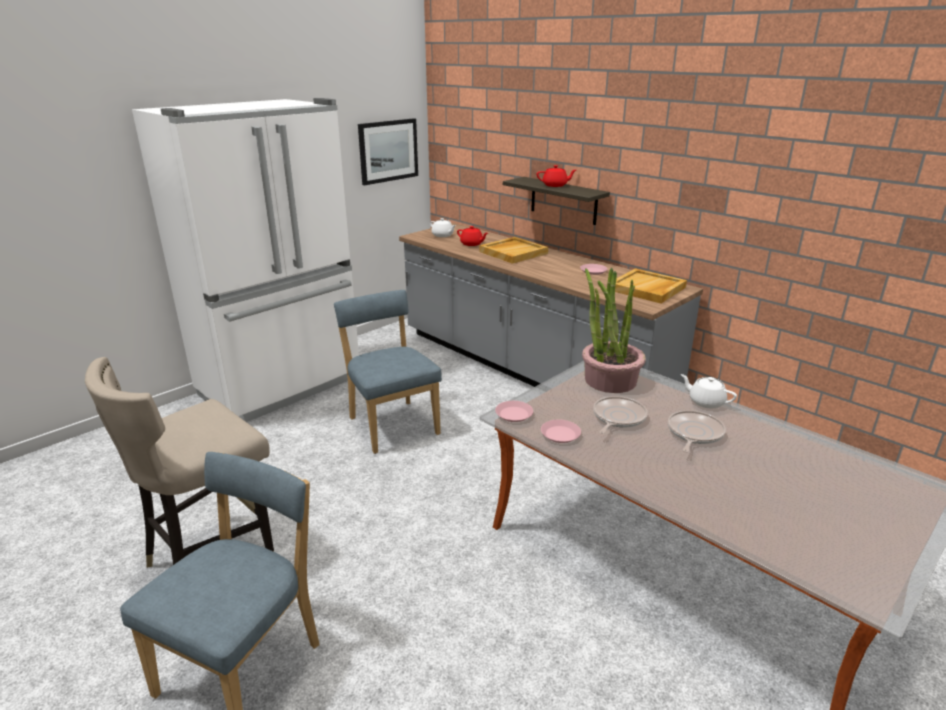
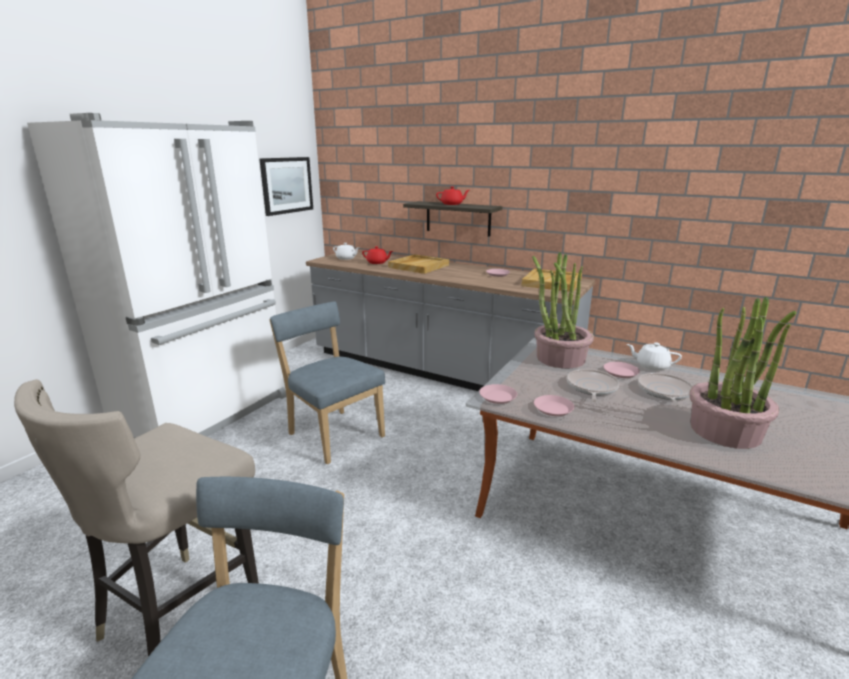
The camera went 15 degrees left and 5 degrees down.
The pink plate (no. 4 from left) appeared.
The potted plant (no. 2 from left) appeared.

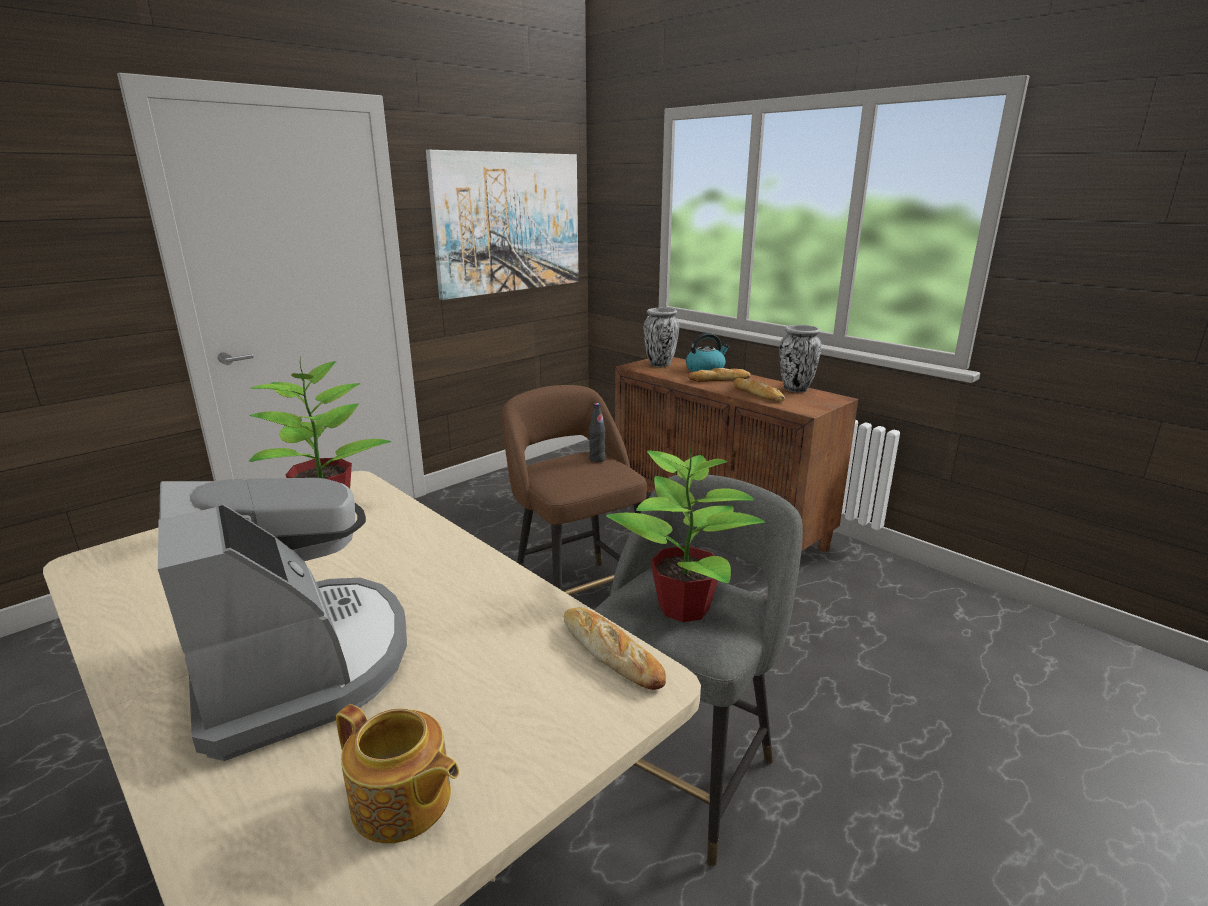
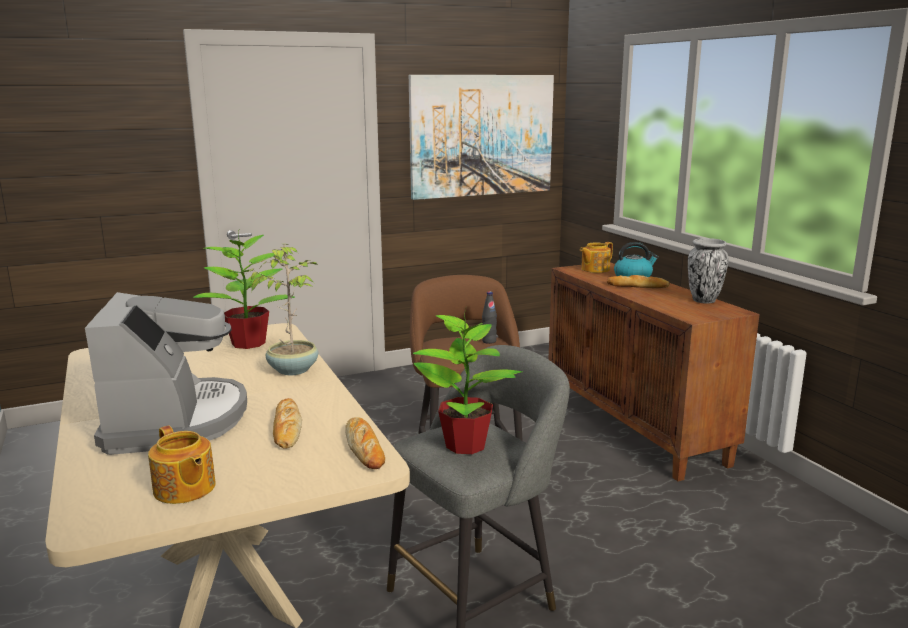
The camera went 20 degrees right and 5 degrees down.
The potted plant (no. 2 from left) appeared.
The bread (no. 3 from left in the first image) moved.
The vase (no. 1 from left) was replaced by the teapot (no. 2 from left).

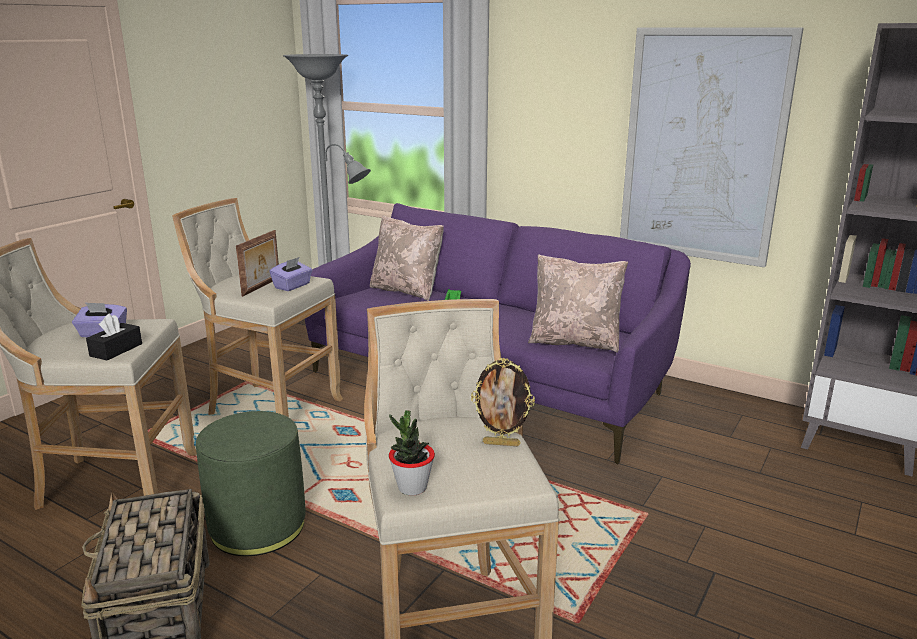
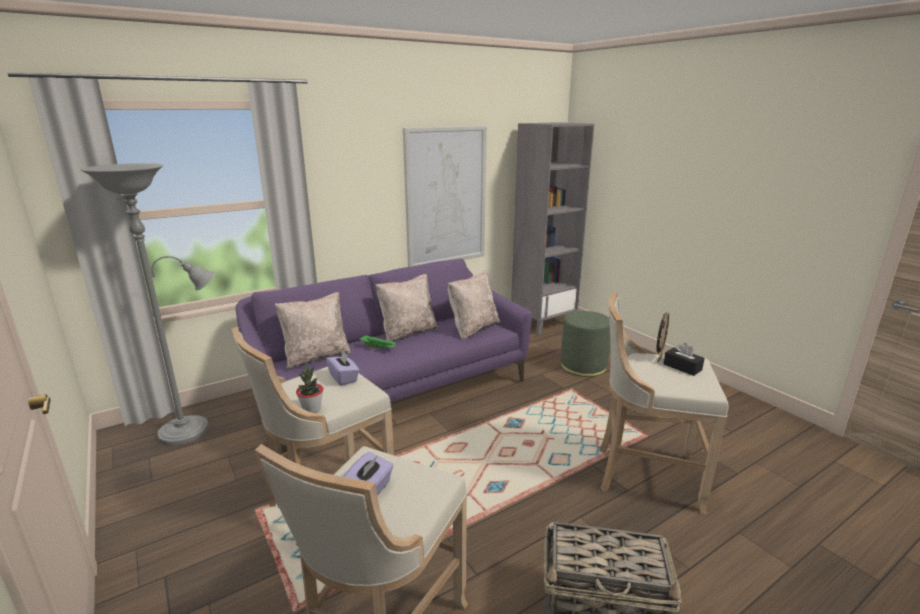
The camera went 65 degrees left and 0 degrees up.
The picture frame (no. 1 from left) disappeared.
The beige pillow (no. 2 from left) appeared.
The black tissue box moved.
The green ottoman moved.
The potted plant moved.

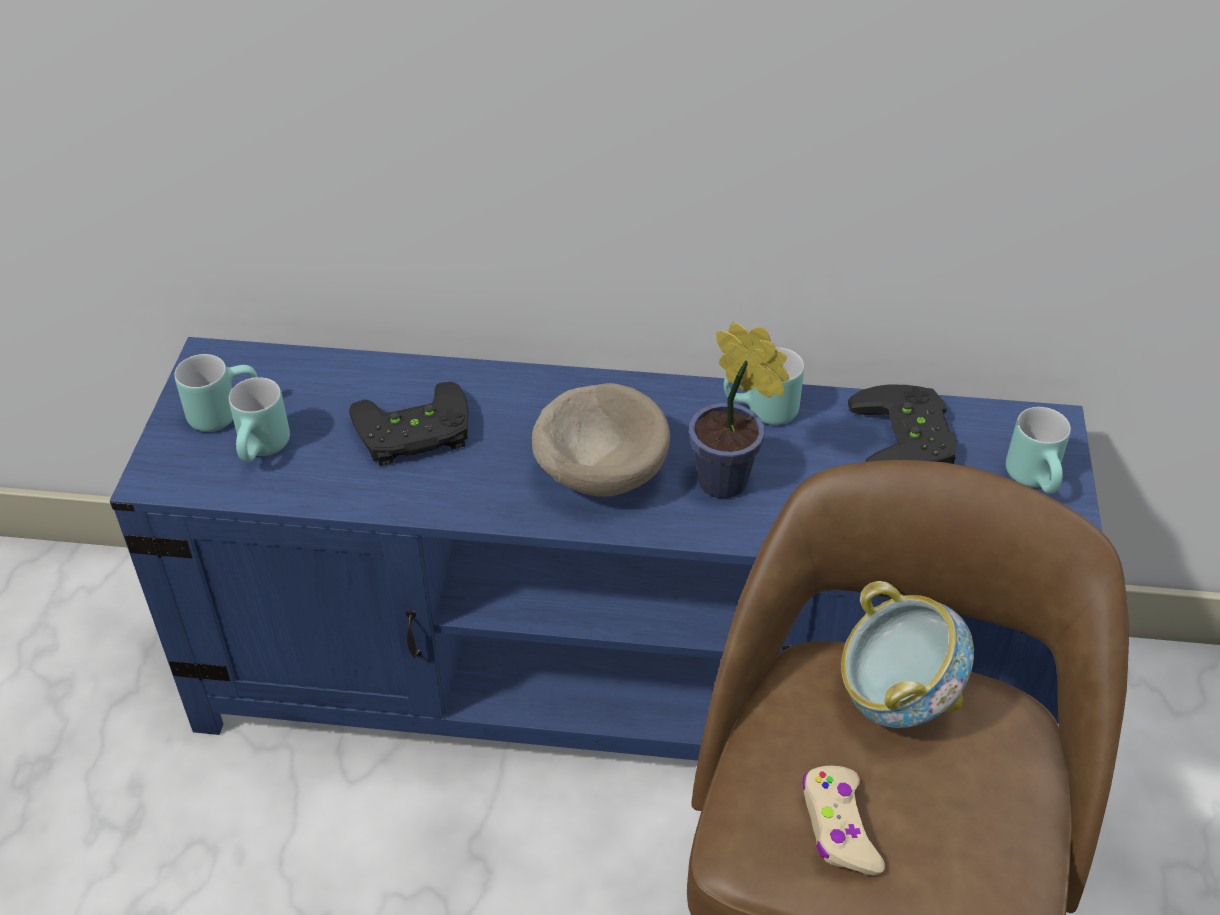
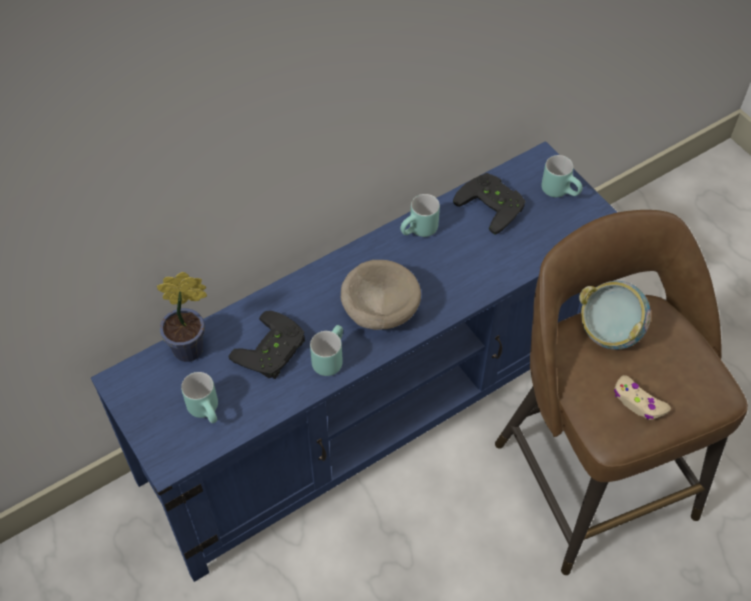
The camera went 40 degrees left and 10 degrees up.
The turquoise mug (no. 1 from left in the first image) moved.
The potted plant moved.

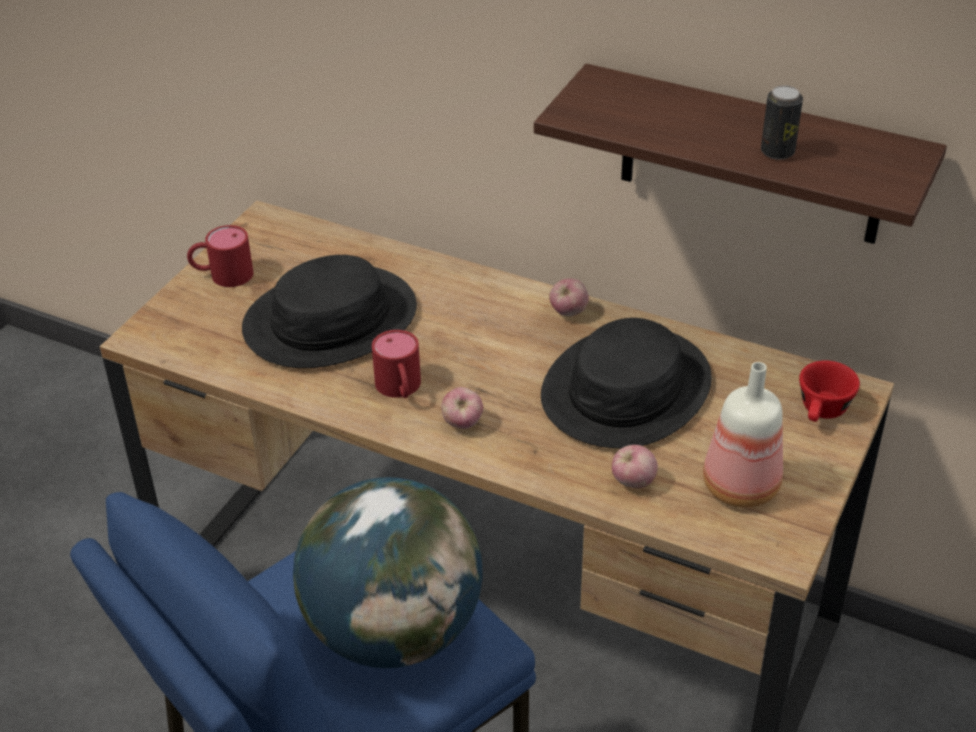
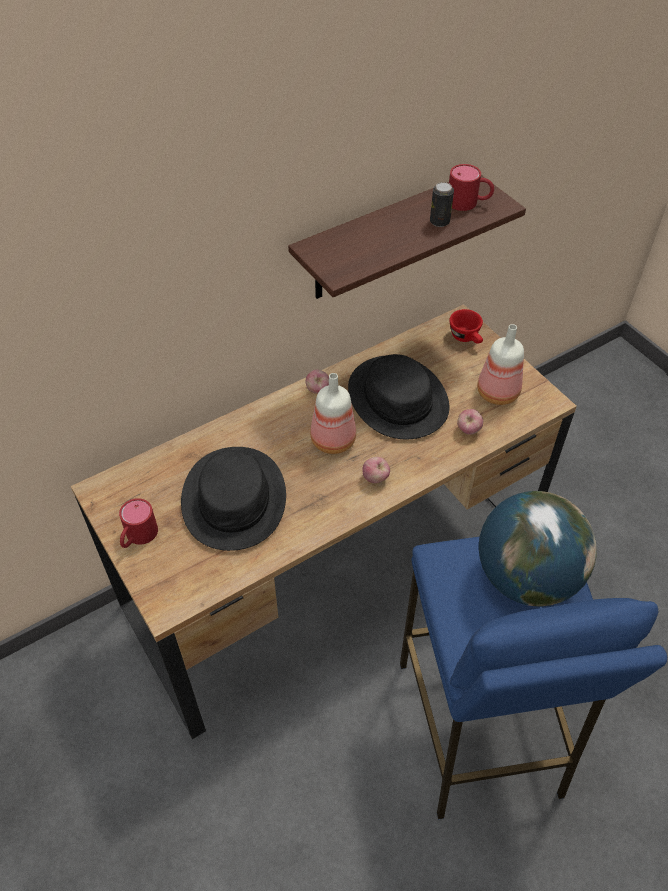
The camera went 60 degrees left and 10 degrees up.
The bottle (no. 1 from left) appeared.
The red mug (no. 2 from left) moved.

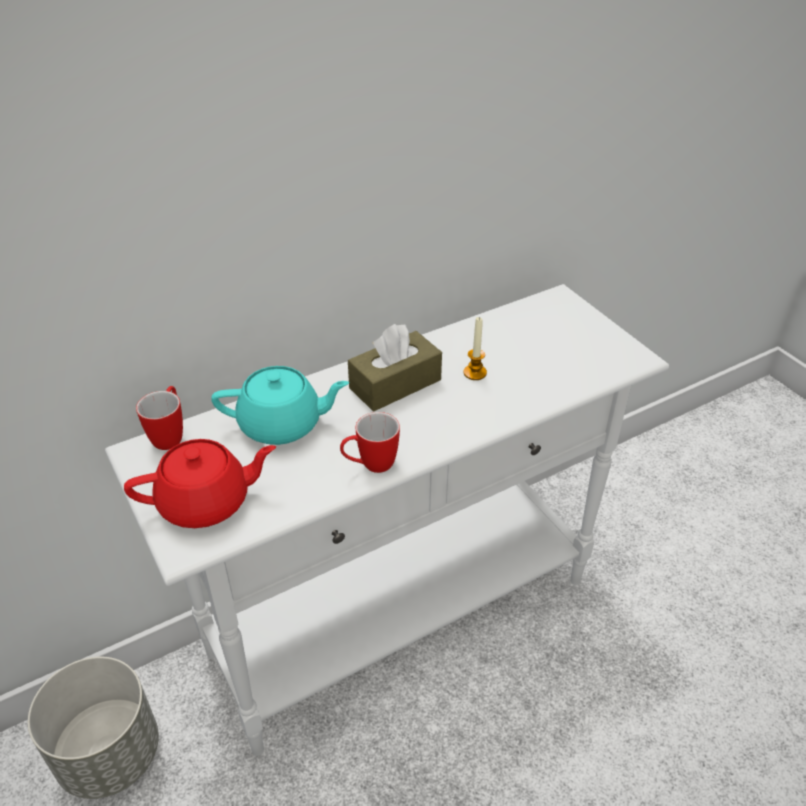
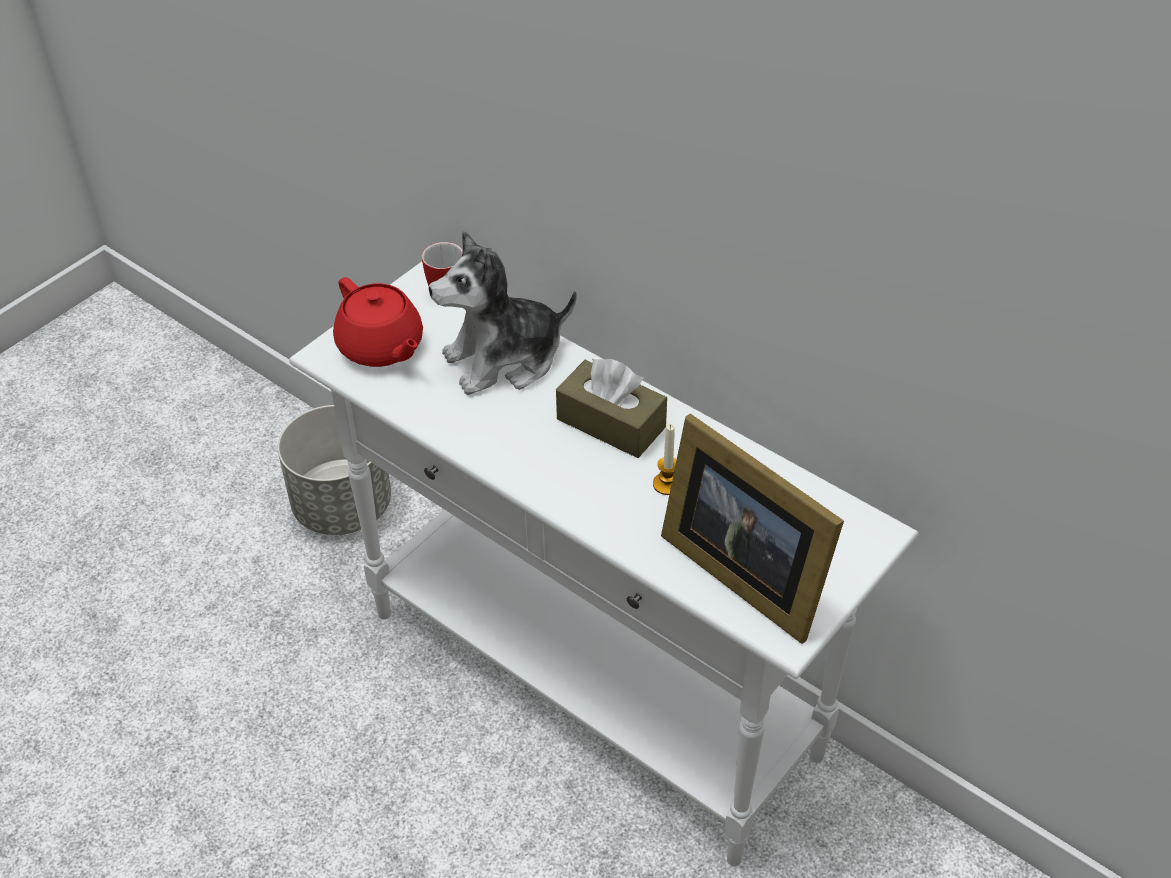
The camera went 70 degrees right and 5 degrees up.
The mug (no. 2 from left) disappeared.
The picture frame appeared.
The turquoise teapot was replaced by the plush toy.

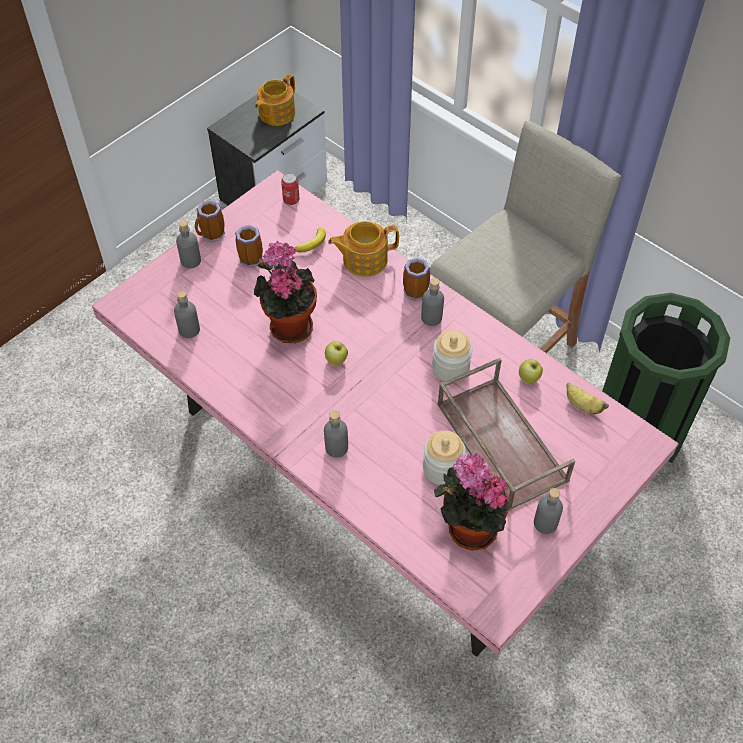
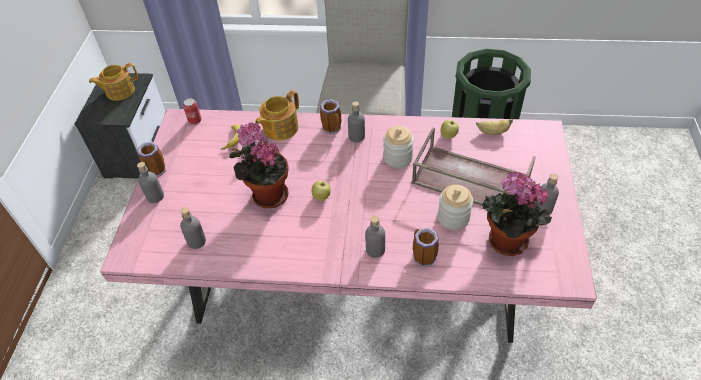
The camera went 35 degrees left and 5 degrees down.
The mug (no. 2 from left in the first image) moved.
The teapot (no. 1 from left) turned 60 degrees clockwise.

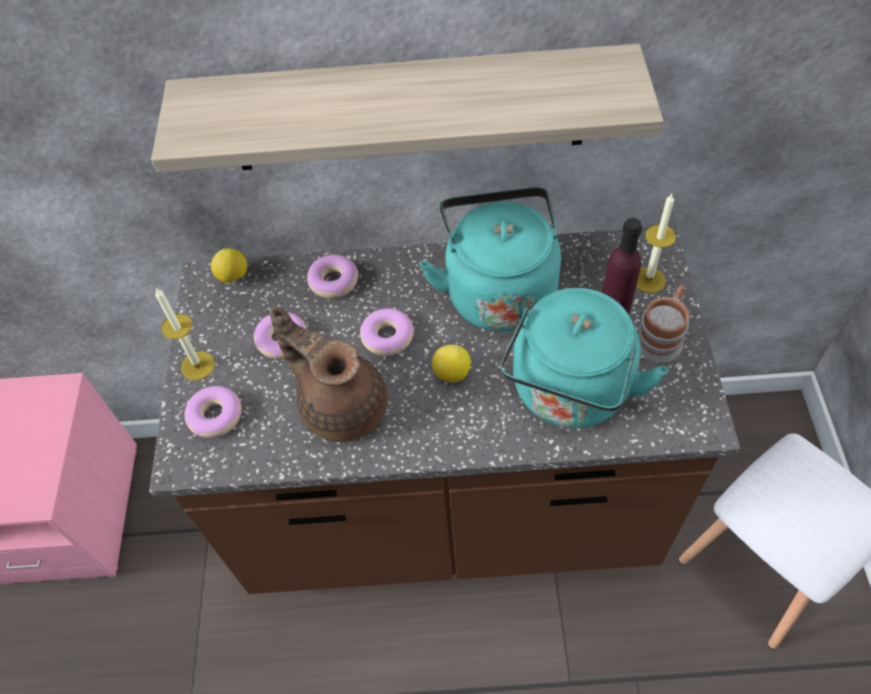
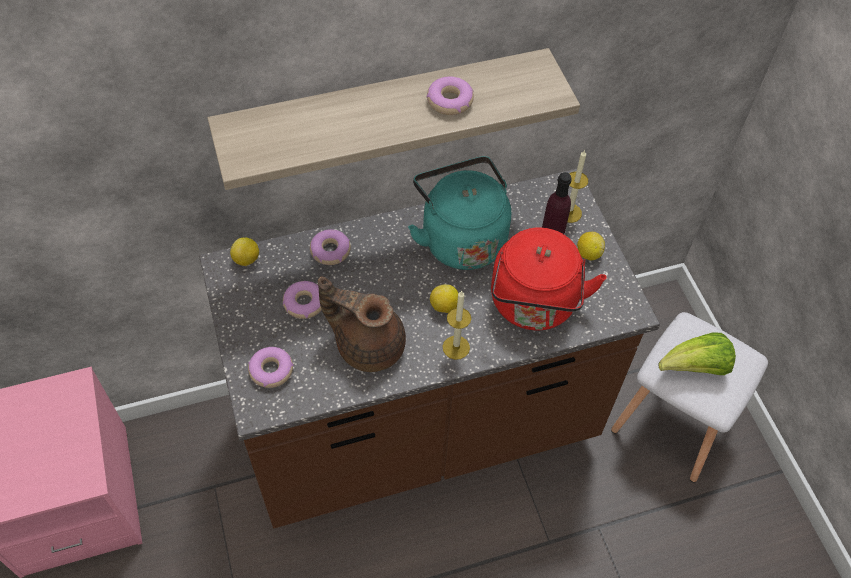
The camera went 20 degrees left and 0 degrees up.
The lettuce appeared.
The candle (no. 1 from left) moved.
The donut (no. 4 from left) moved.
The mug was replaced by the lemon (no. 3 from left).
The turquoise kettle (no. 2 from left) became the red kettle.

